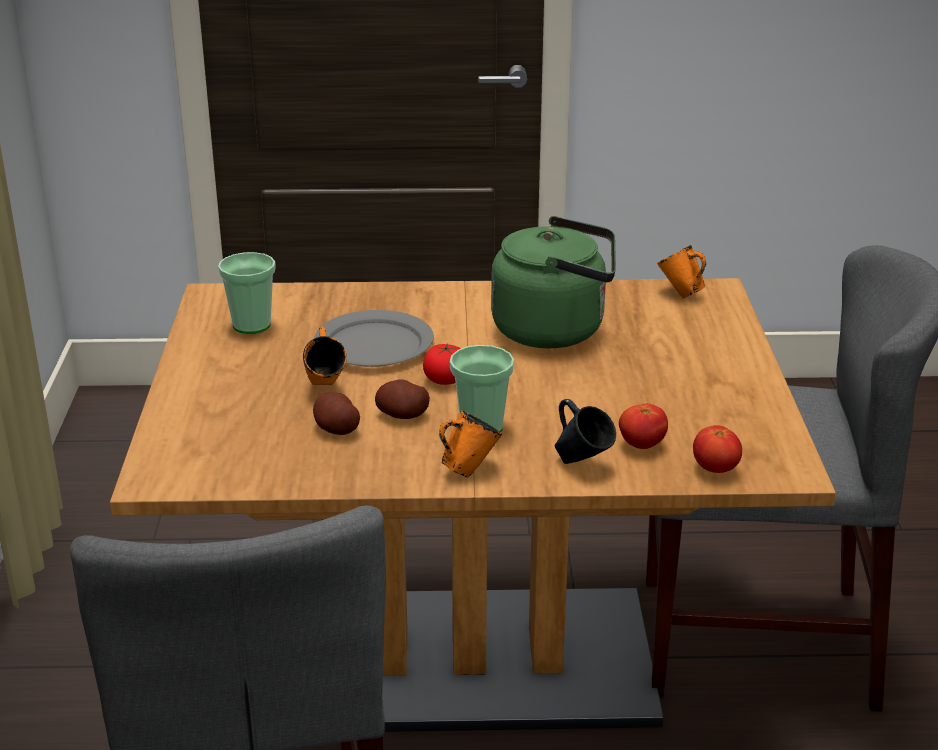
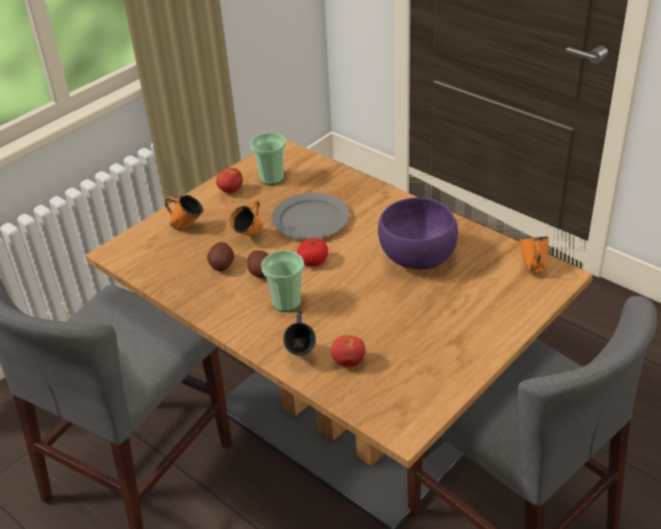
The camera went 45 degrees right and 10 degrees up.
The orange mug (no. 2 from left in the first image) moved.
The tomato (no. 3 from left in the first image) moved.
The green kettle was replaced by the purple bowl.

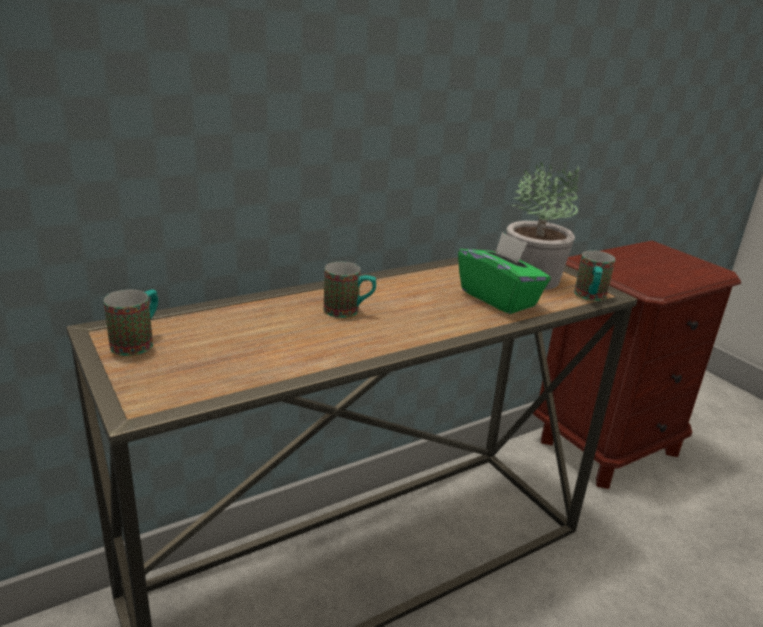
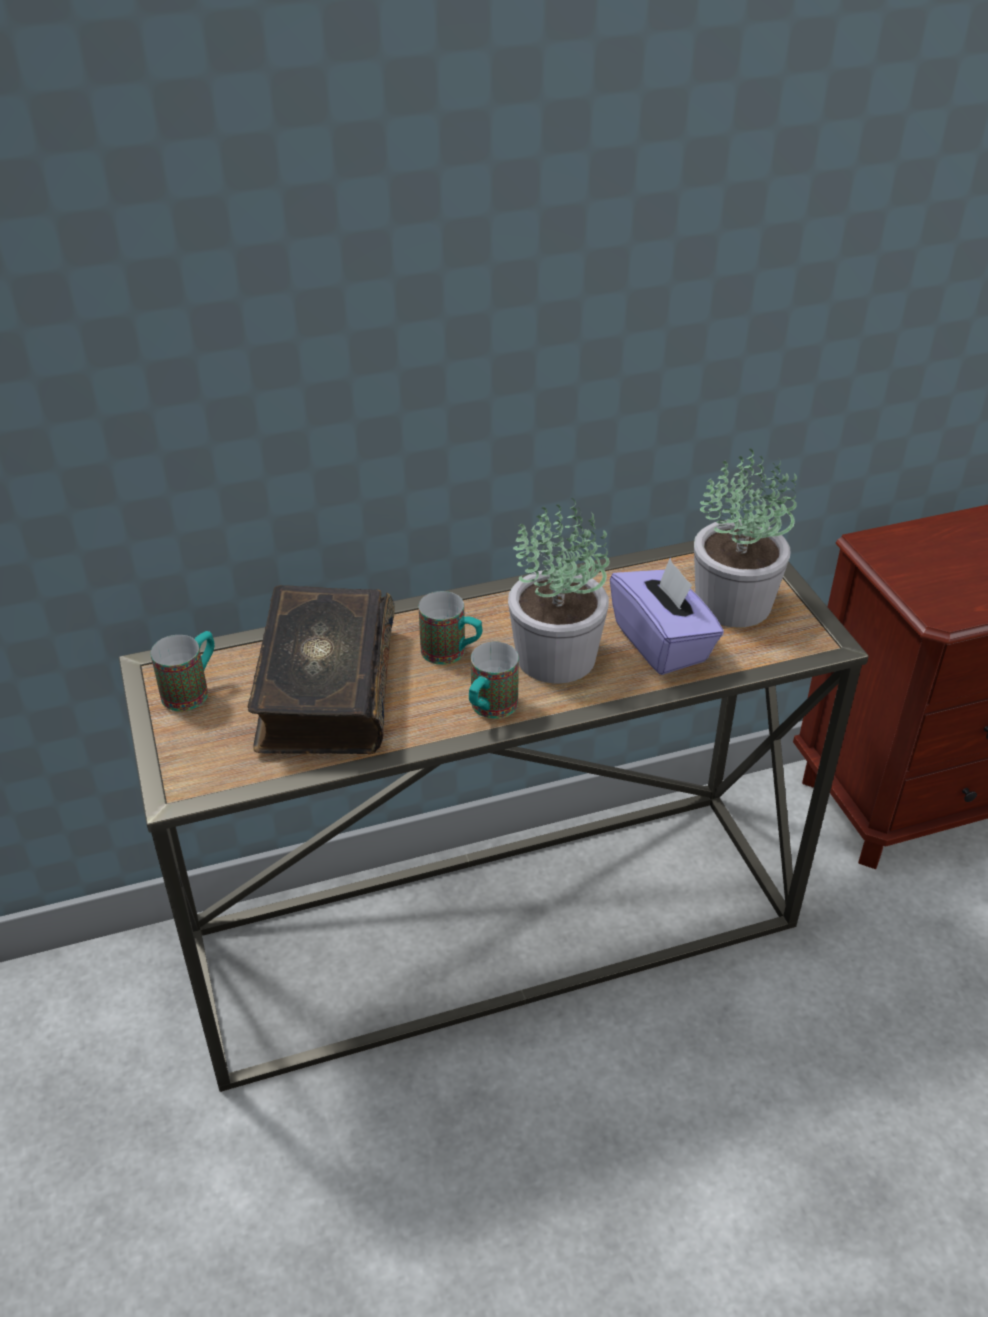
The camera went 15 degrees right and 15 degrees up.
The book appeared.
The potted plant (no. 1 from left) appeared.
The mug (no. 3 from left) moved.
The green tissue box became the purple tissue box.

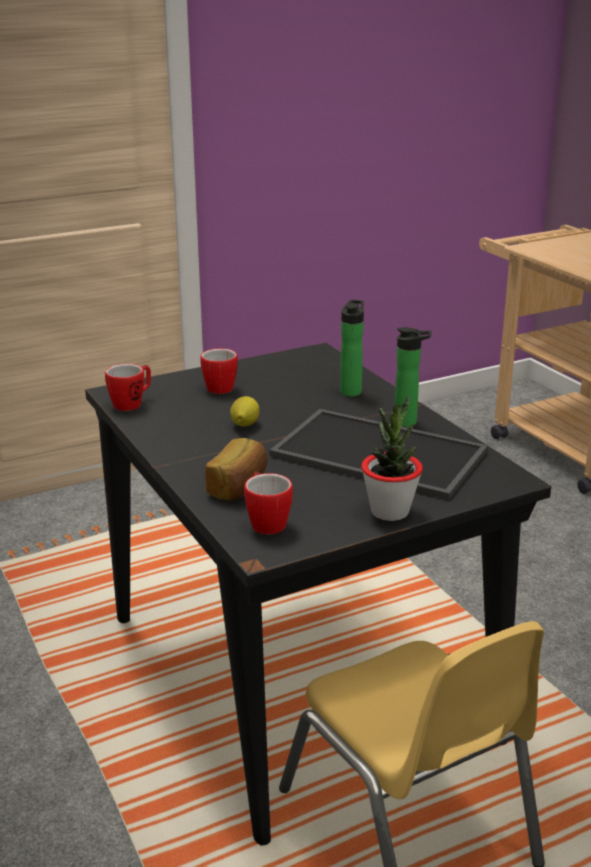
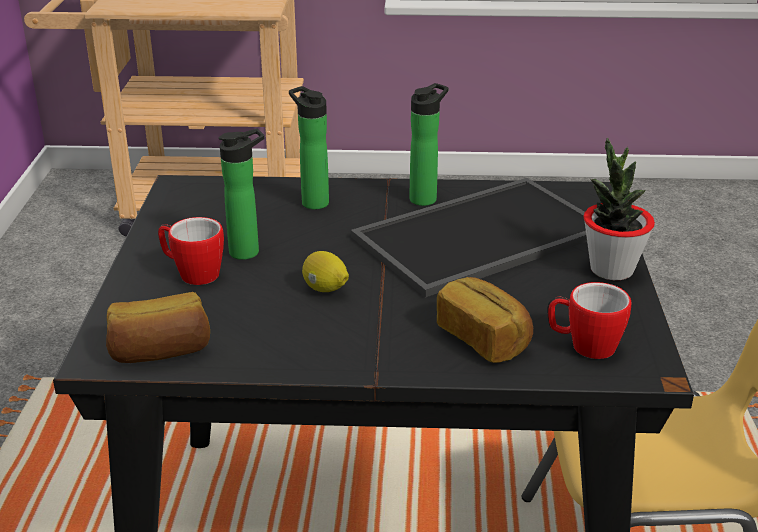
The camera went 60 degrees left and 5 degrees up.
The bottle (no. 1 from left) appeared.
The mug (no. 1 from left) was replaced by the bread (no. 1 from left).

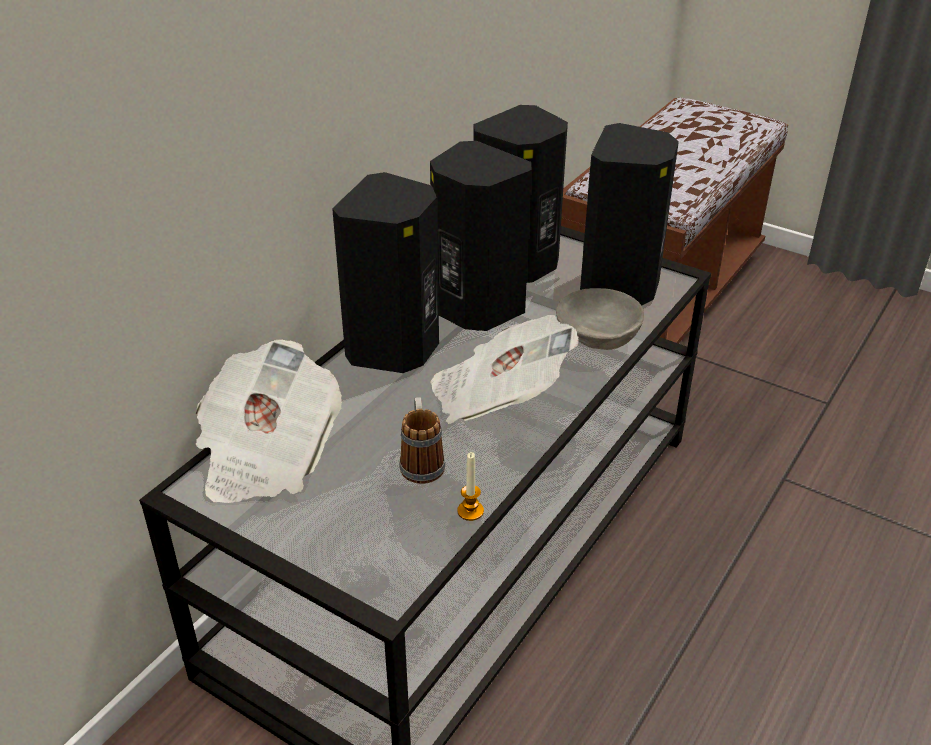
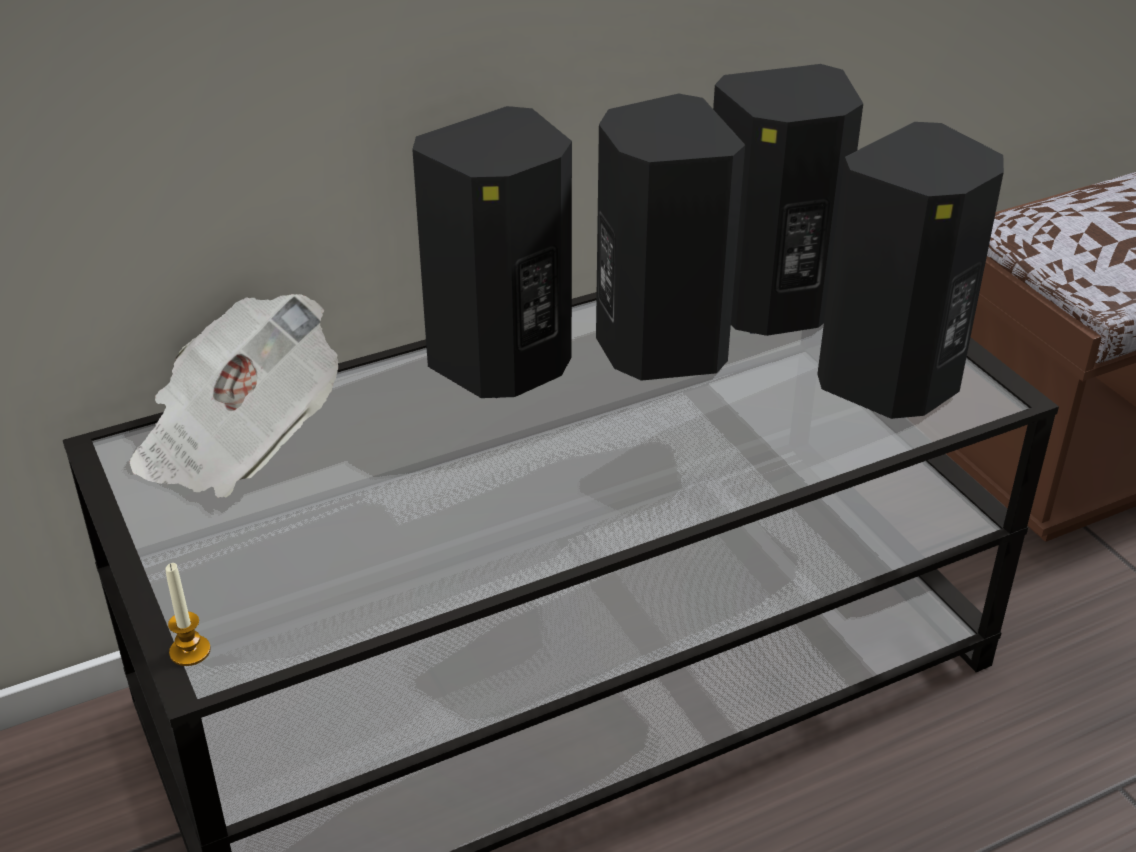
The camera went 30 degrees right and 0 degrees up.
The mug disappeared.
The newspaper (no. 2 from left) disappeared.
The grey bowl disappeared.
The candle moved.

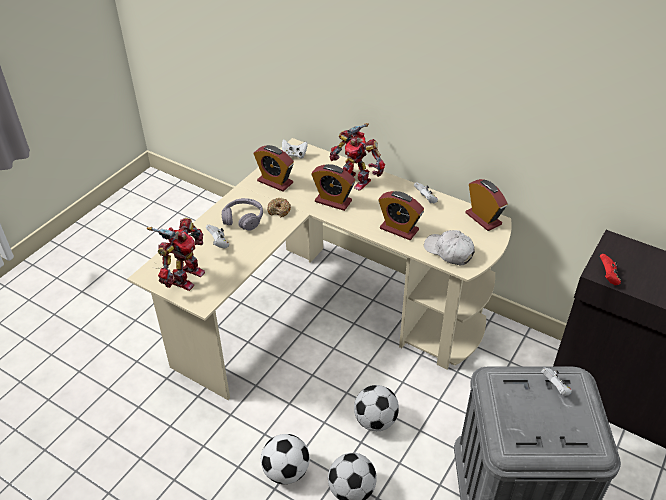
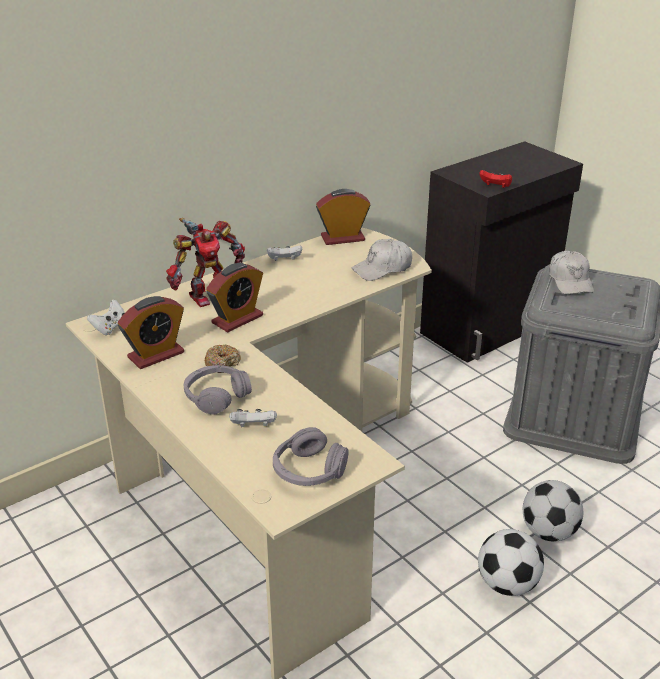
The camera went 70 degrees left and 10 degrees down.
The football (no. 3 from left) disappeared.
The alarm clock (no. 3 from left) disappeared.
The toy robot (no. 1 from left) was replaced by the grey headphones (no. 2 from left).
The white game controller (no. 4 from left) was replaced by the white cap (no. 2 from left).

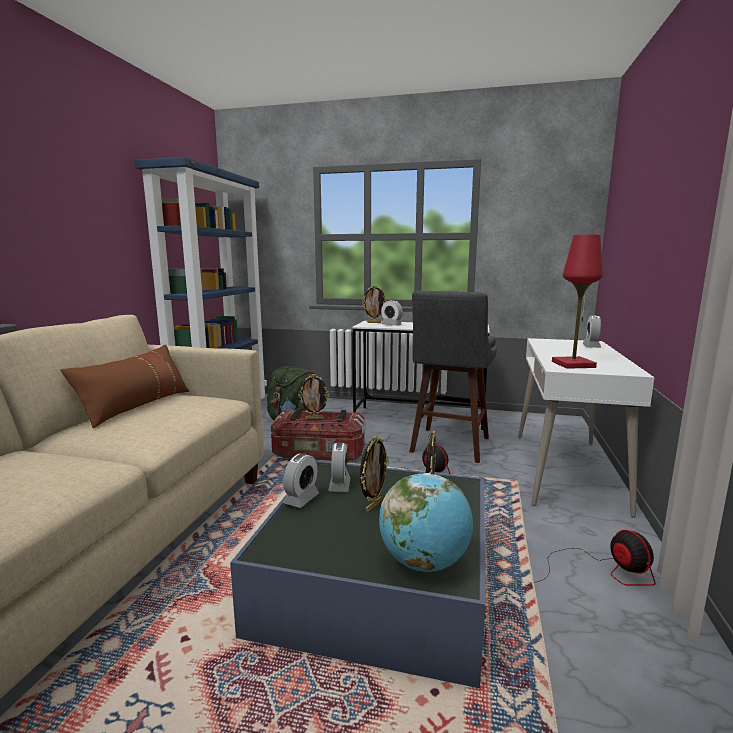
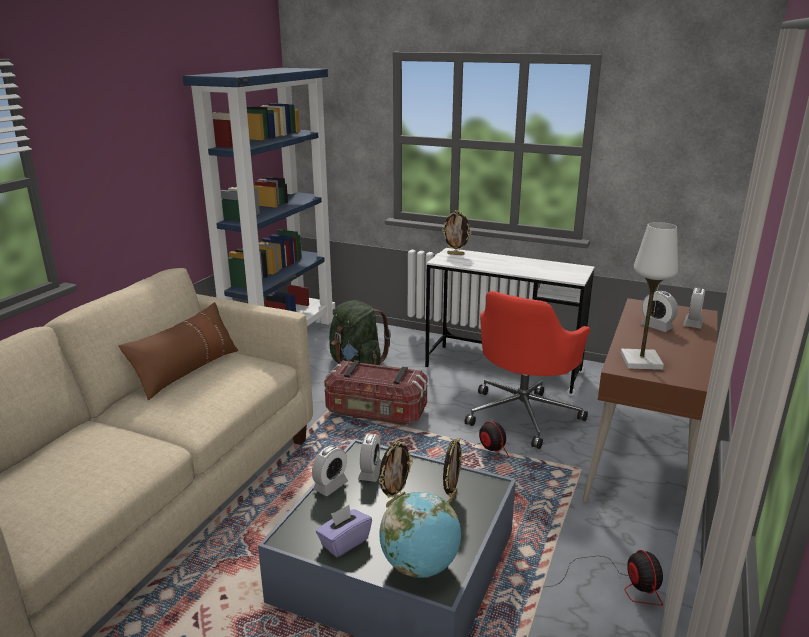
The camera went 10 degrees right and 10 degrees up.
The picture frame (no. 1 from left) disappeared.
The purple tissue box appeared.
The alarm clock (no. 3 from left) moved.
The grey stool was replaced by the red office chair.
The white desk (no. 2 from left) became the brown desk.
The red table lamp became the white table lamp.

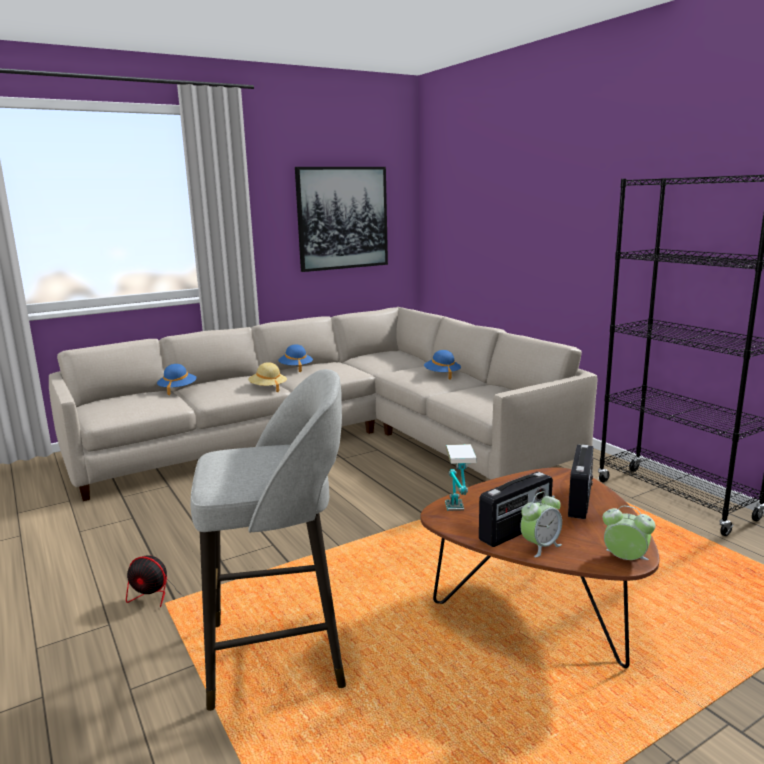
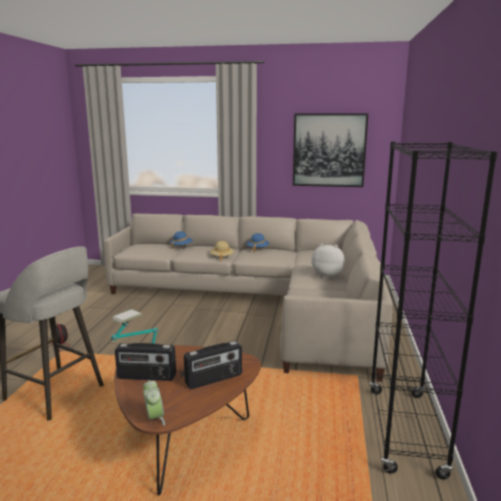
The camera went 40 degrees right and 0 degrees up.
The alarm clock (no. 1 from left) disappeared.
The blue hat (no. 3 from left) was replaced by the plush toy.

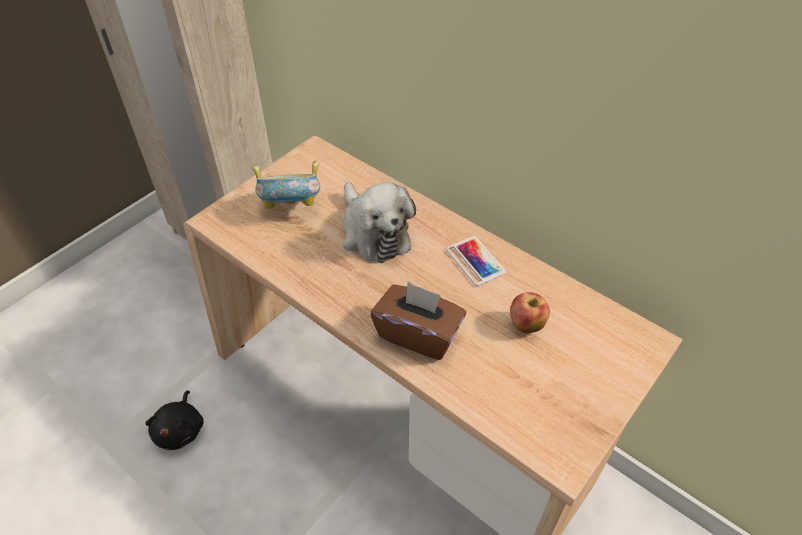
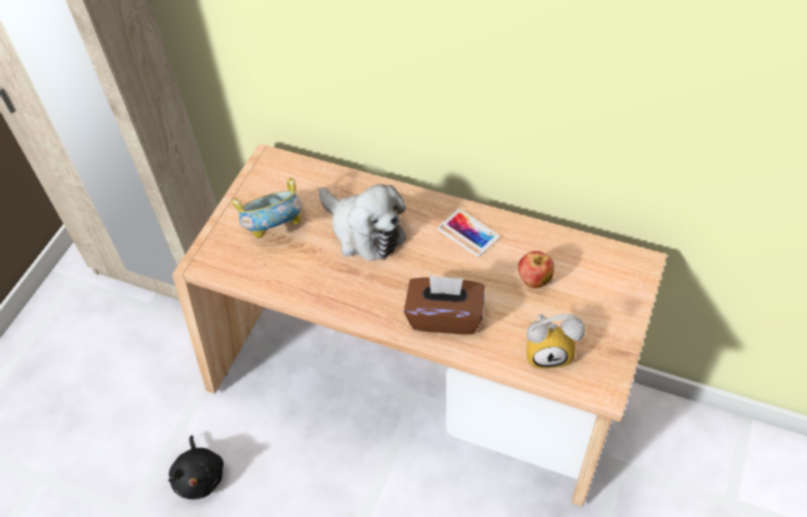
The camera went 15 degrees left and 5 degrees up.
The alarm clock appeared.

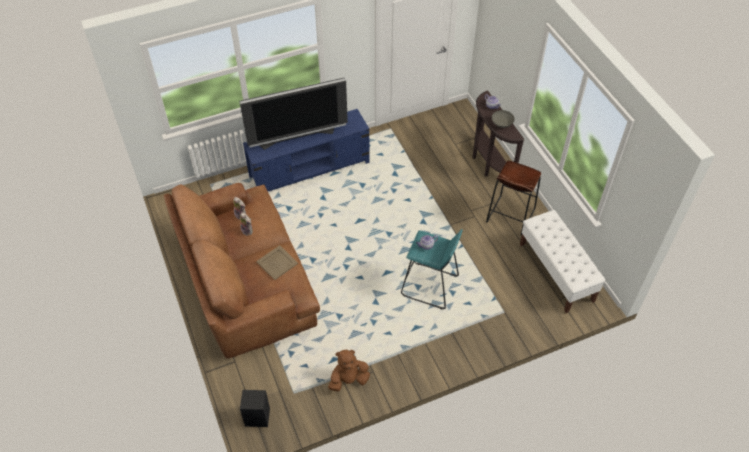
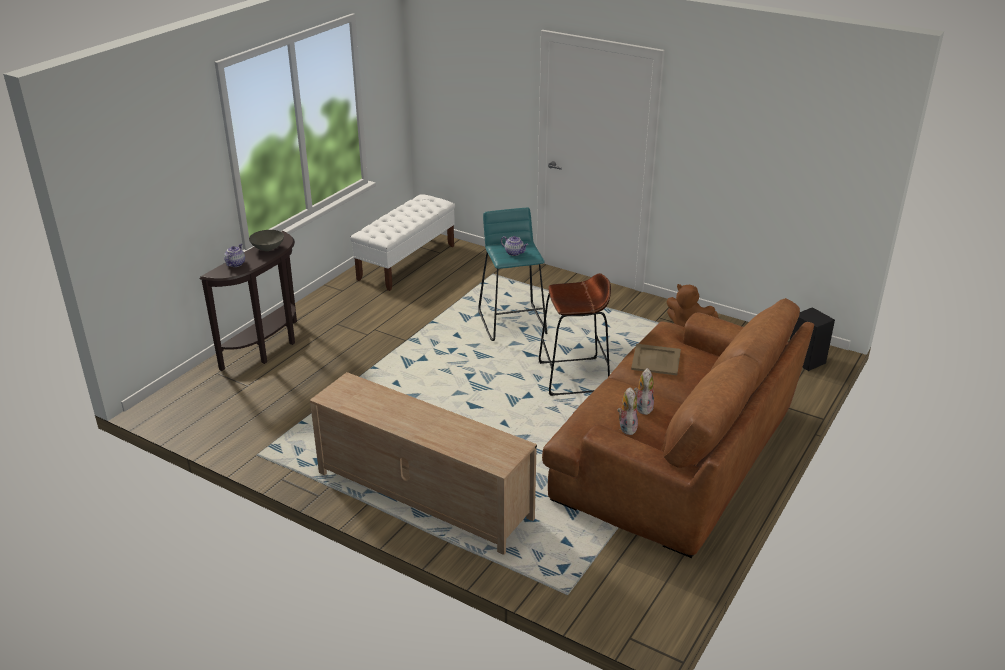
The camera went 125 degrees left and 20 degrees down.
The television disappeared.
The brown stool moved.
The blue tv stand became the beige tv stand.

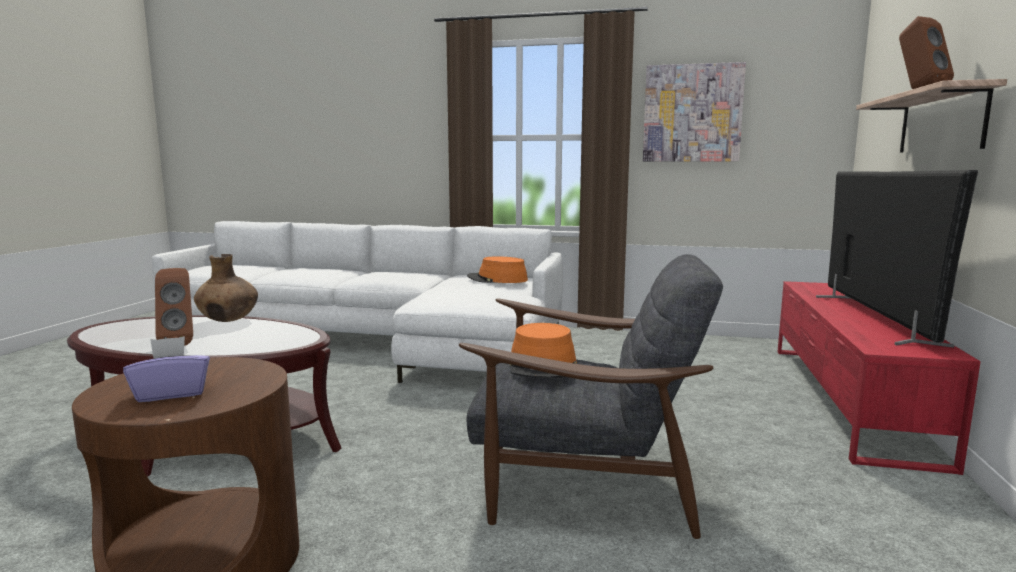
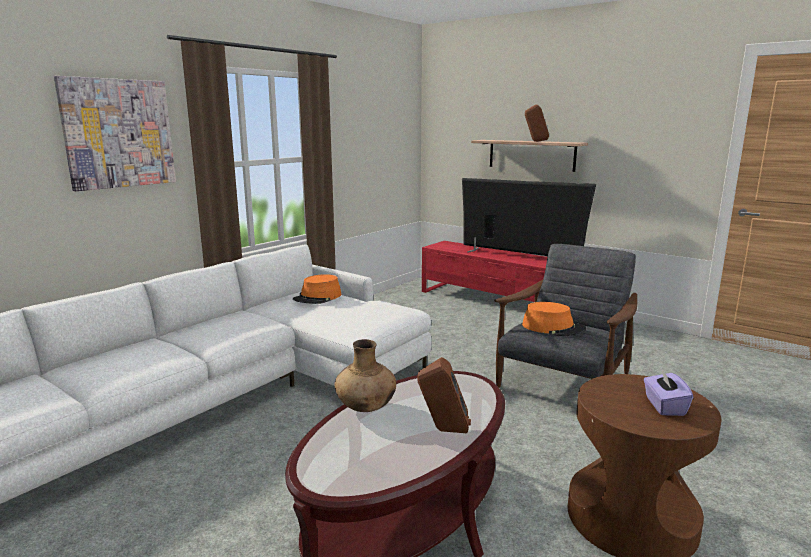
The camera went 65 degrees left and 5 degrees up.
The picture moved.

